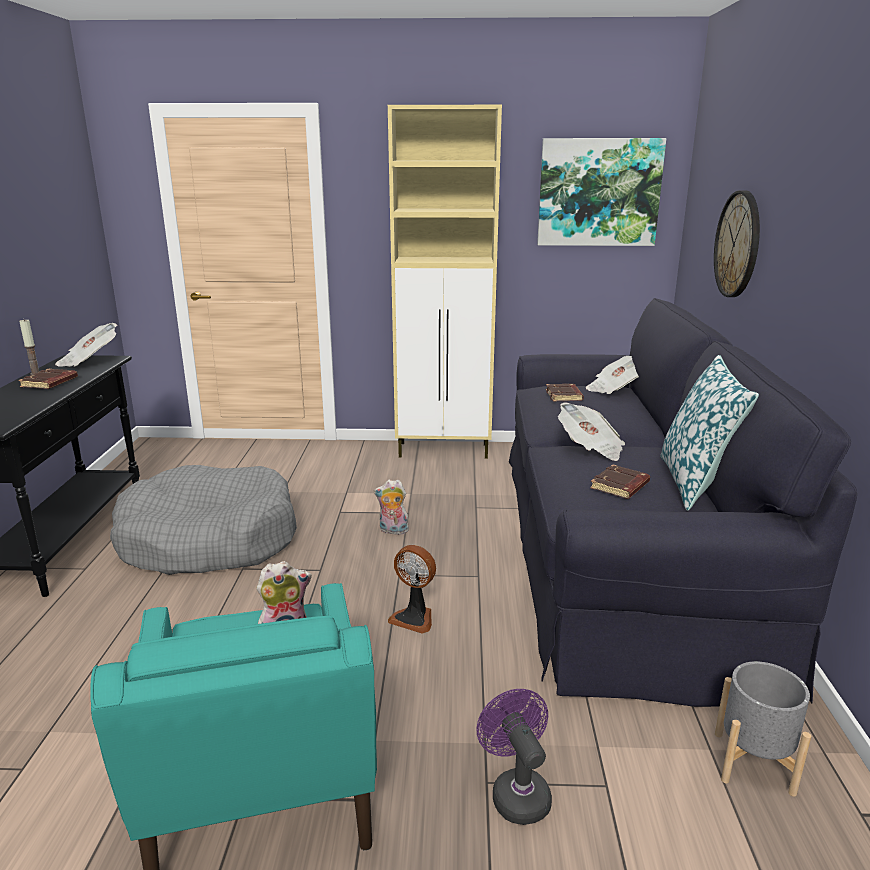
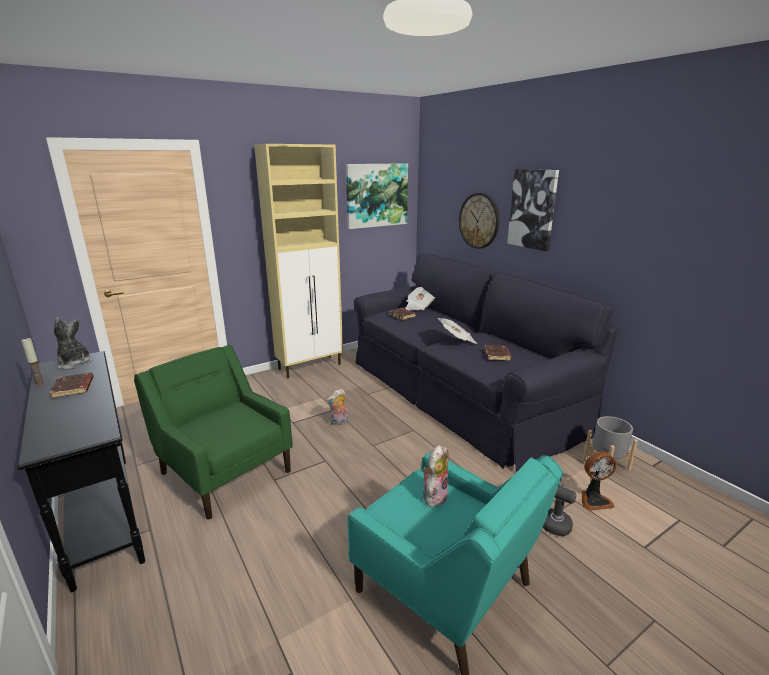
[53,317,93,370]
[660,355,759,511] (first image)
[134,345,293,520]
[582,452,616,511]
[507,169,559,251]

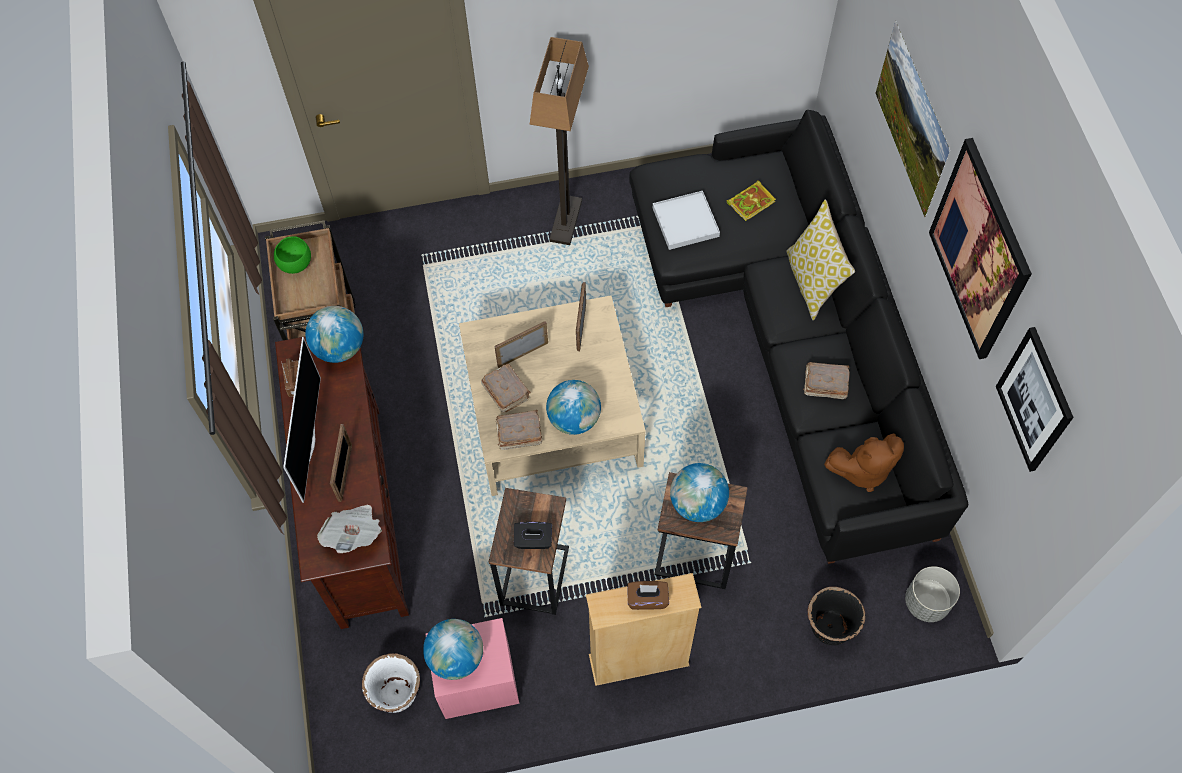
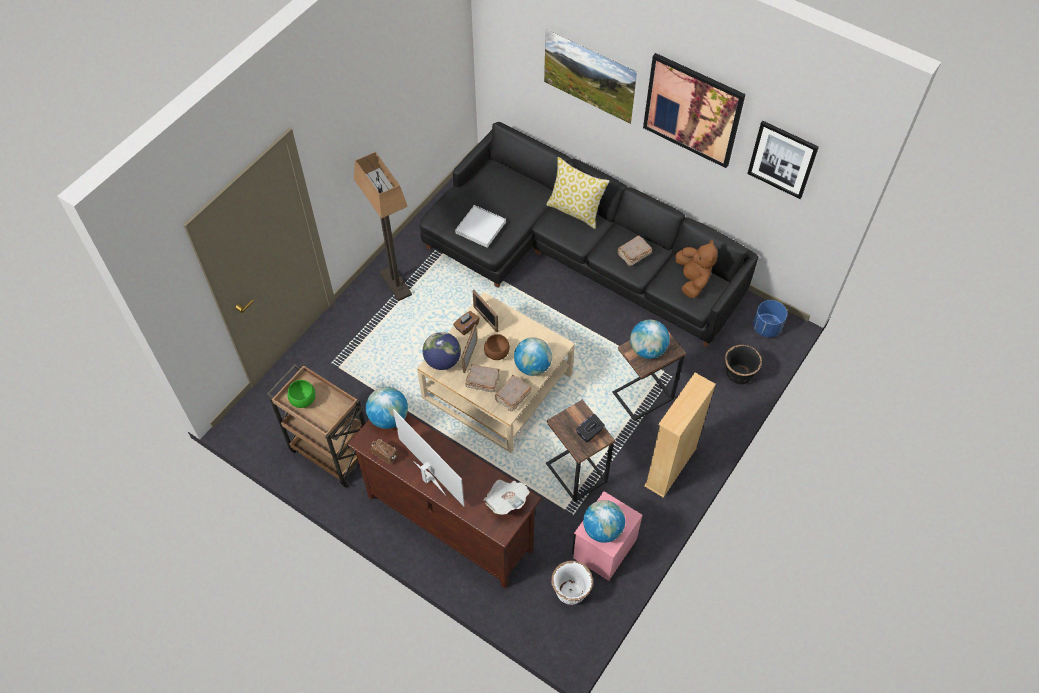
[727,180,776,221] (first image)
[330,424,352,502] (first image)
[675,240,717,298]
[753,300,787,337]
[453,311,480,335]
[423,332,461,370]
[484,334,510,360]

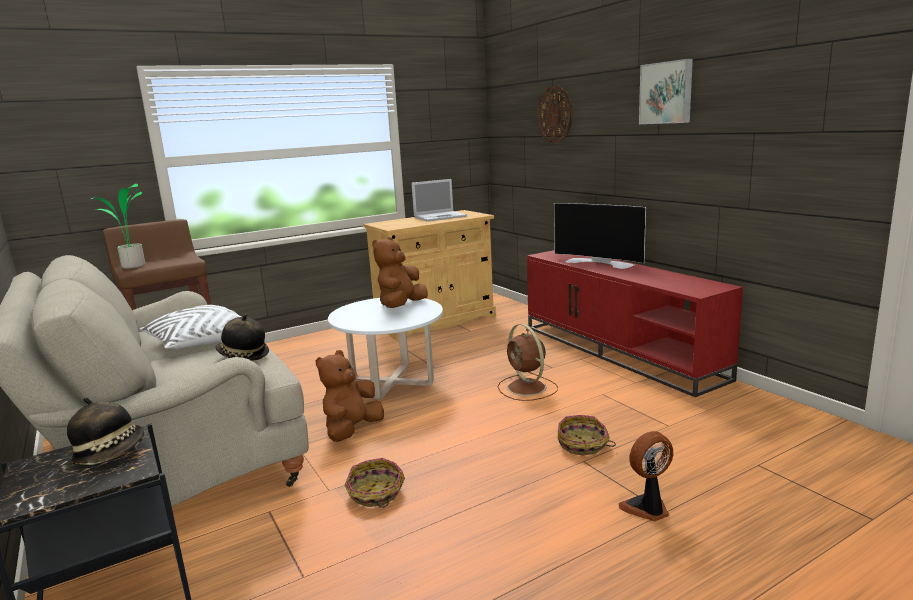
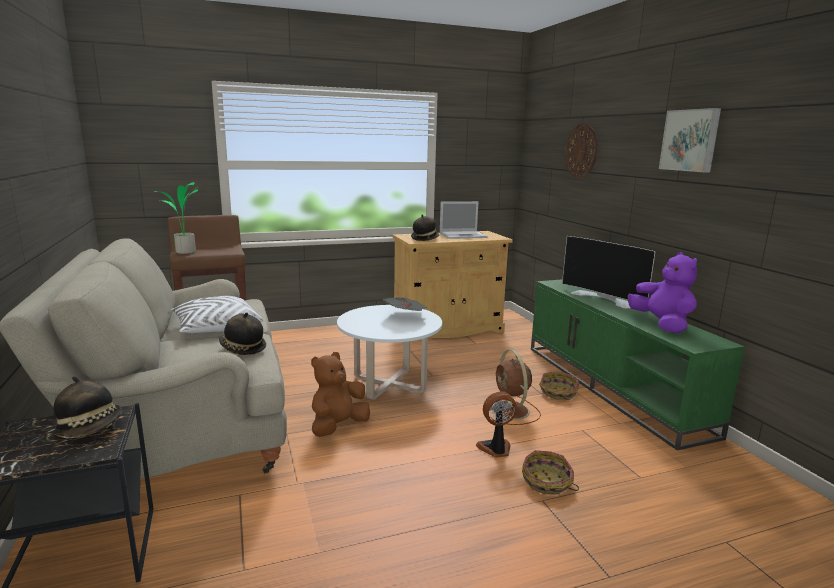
[382,297,427,311]
[531,279,745,450]
[476,391,517,458]
[539,372,579,400]
[411,214,439,241]
[628,252,697,333]

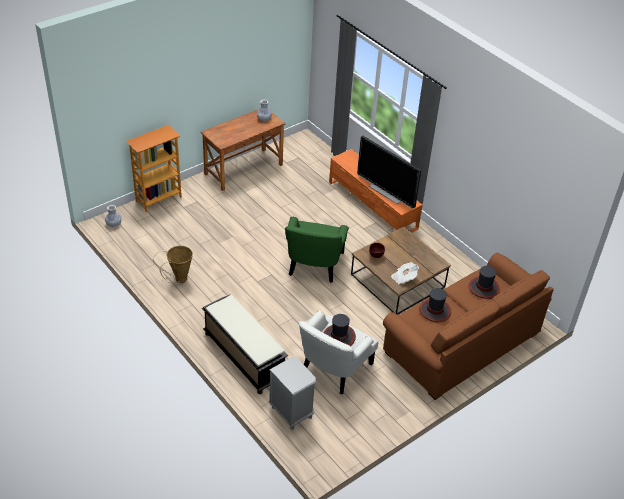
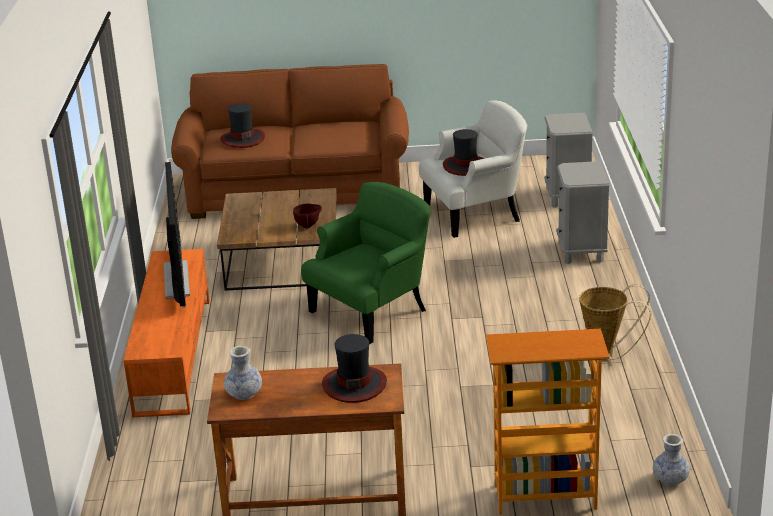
[391,262,419,284] (first image)
[322,334,387,403]
[556,161,609,264]

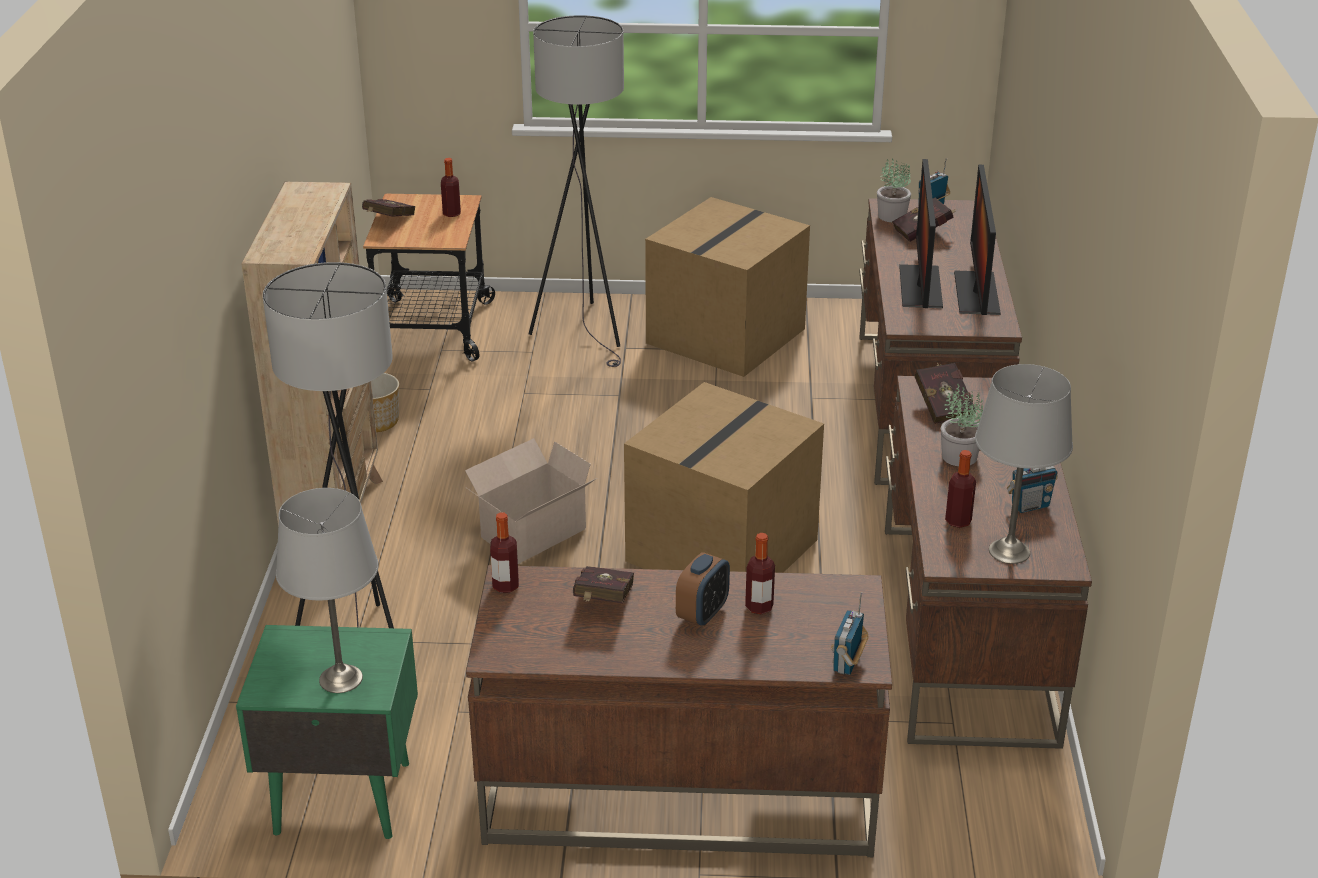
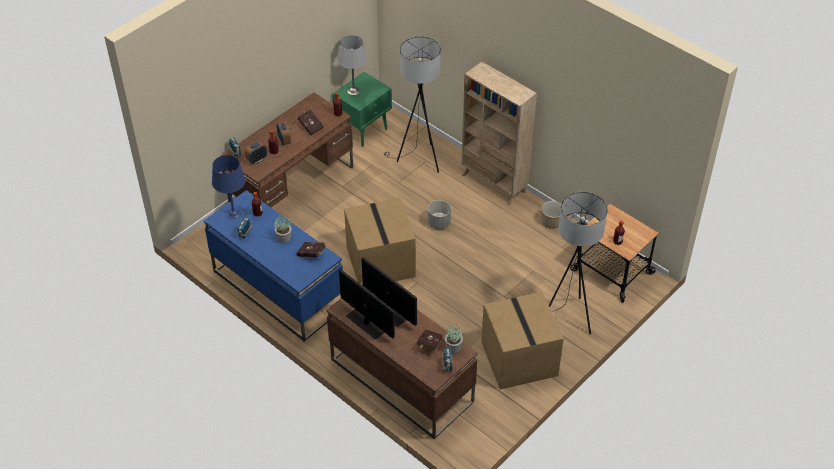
[362,199,416,216] (first image)
[212,155,246,219]
[204,190,343,341]
[428,200,451,229]
[245,141,267,164]

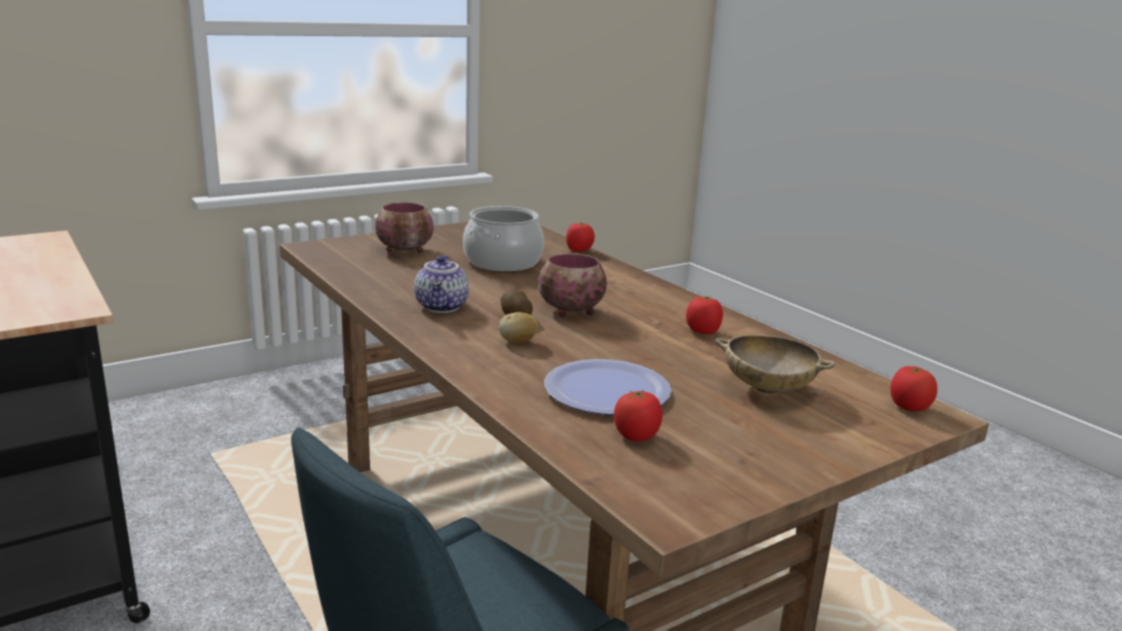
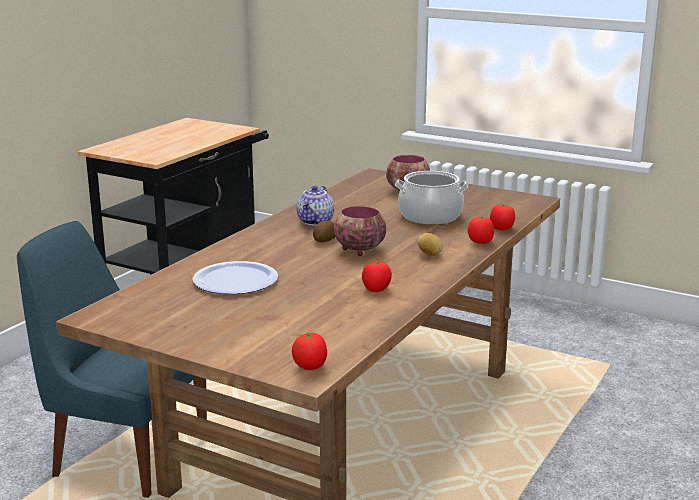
[296,186,334,226]
[417,233,443,256]
[715,335,835,394] (first image)
[468,216,494,244]

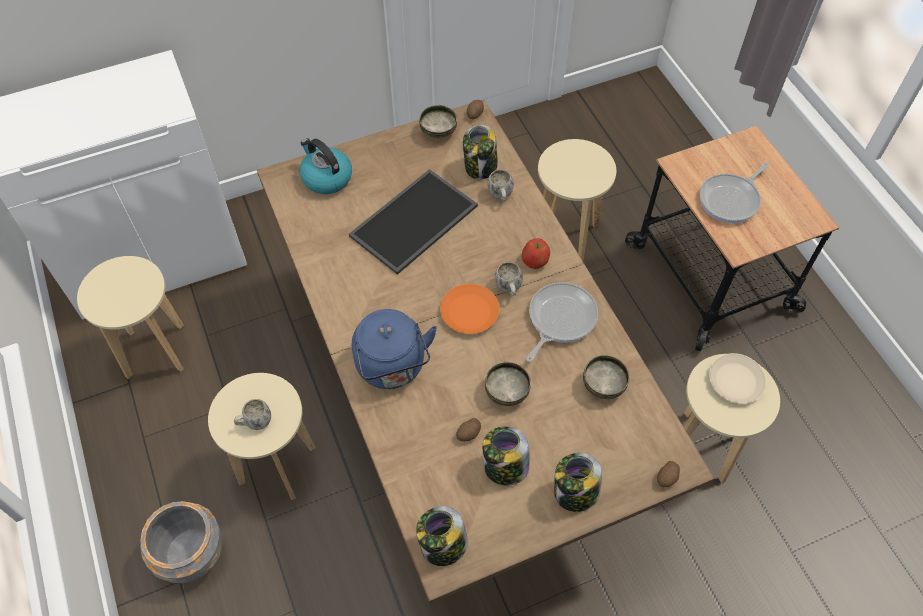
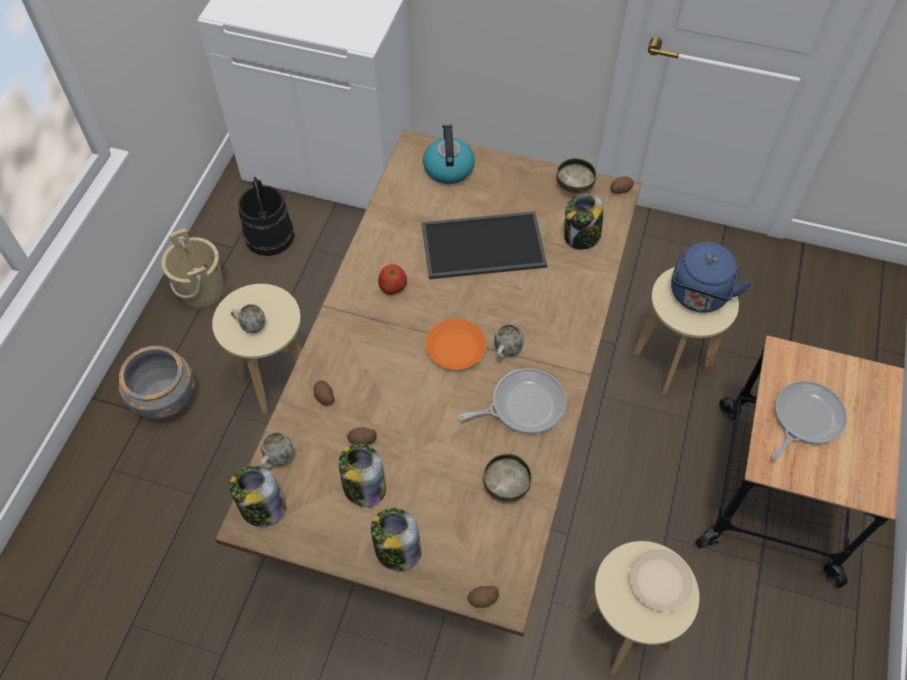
[772,381,847,460]
[260,432,294,469]
[378,264,407,295]
[238,177,295,256]
[671,242,753,313]
[485,362,531,406] (first image)
[161,229,223,308]
[313,380,335,406]

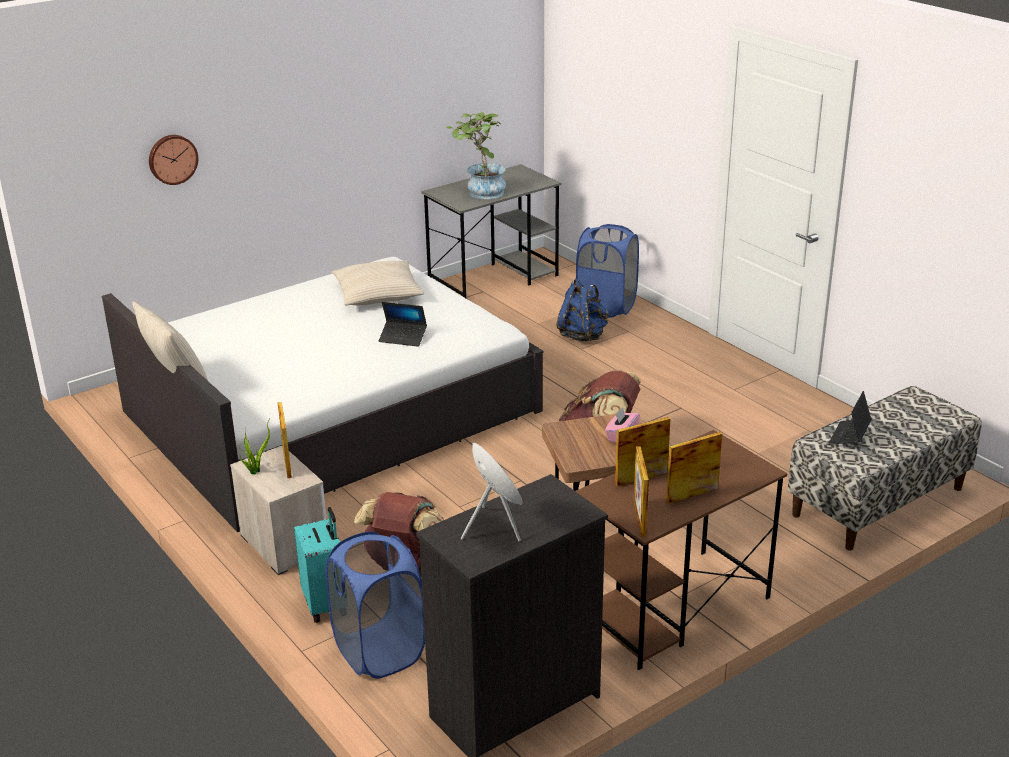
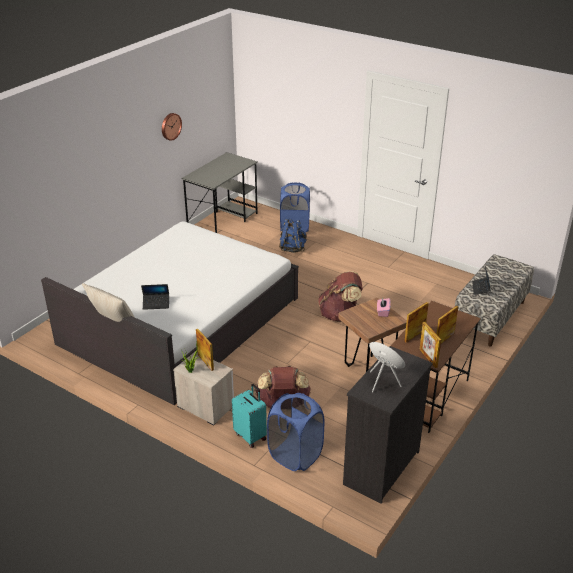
[446,112,506,199] (first image)
[162,113,182,141]
[332,260,424,306] (first image)
[141,284,169,310]

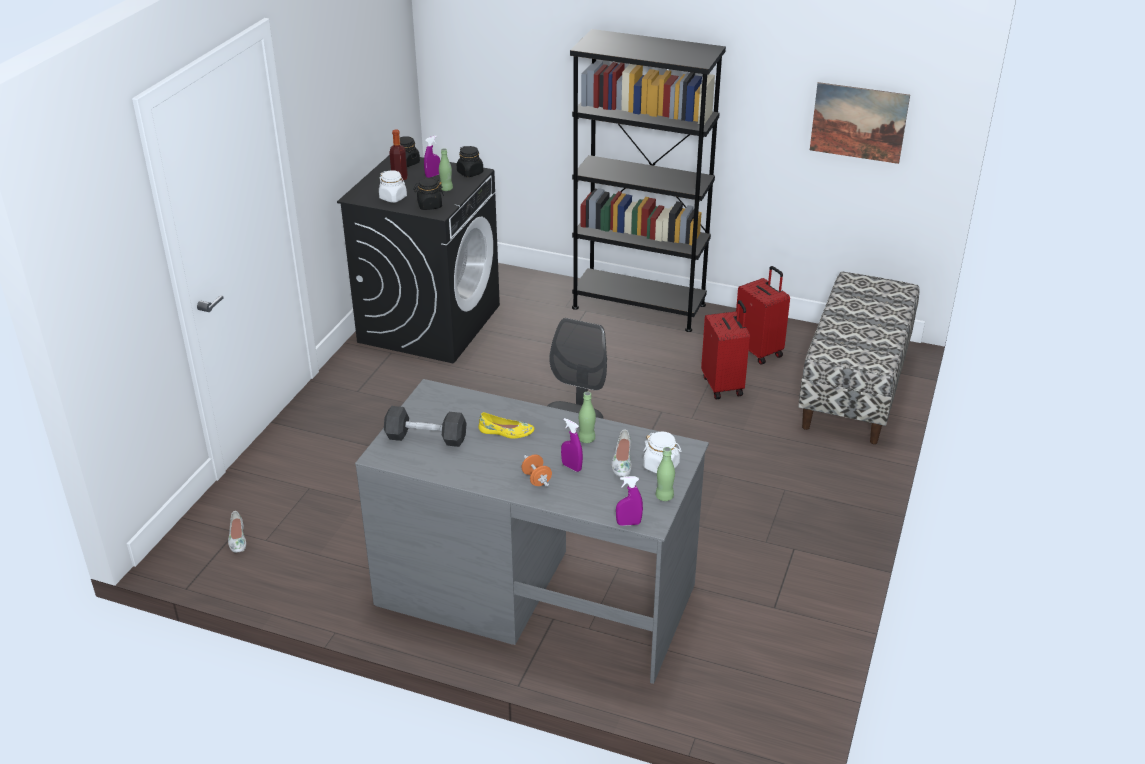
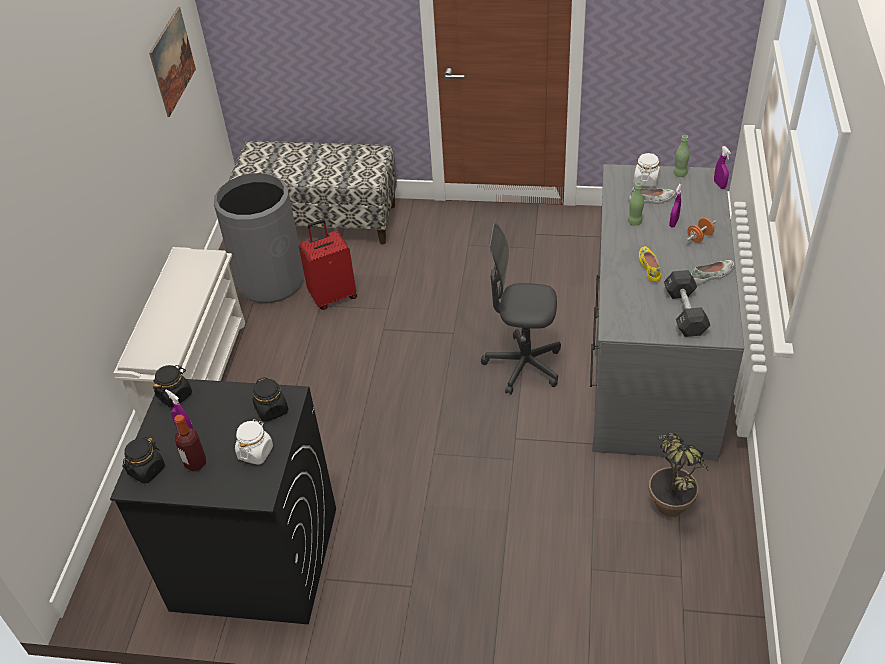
[114,247,245,425]
[439,148,453,191] (first image)
[214,173,305,303]
[691,260,734,284]
[648,433,708,517]

